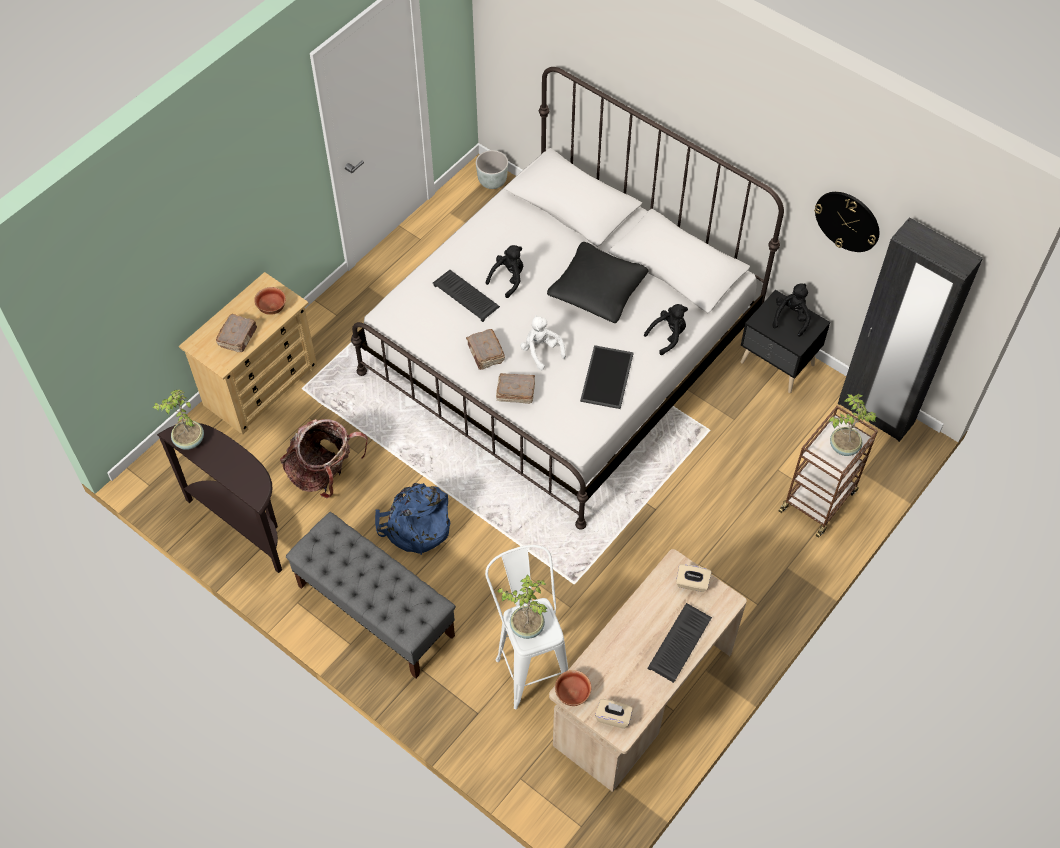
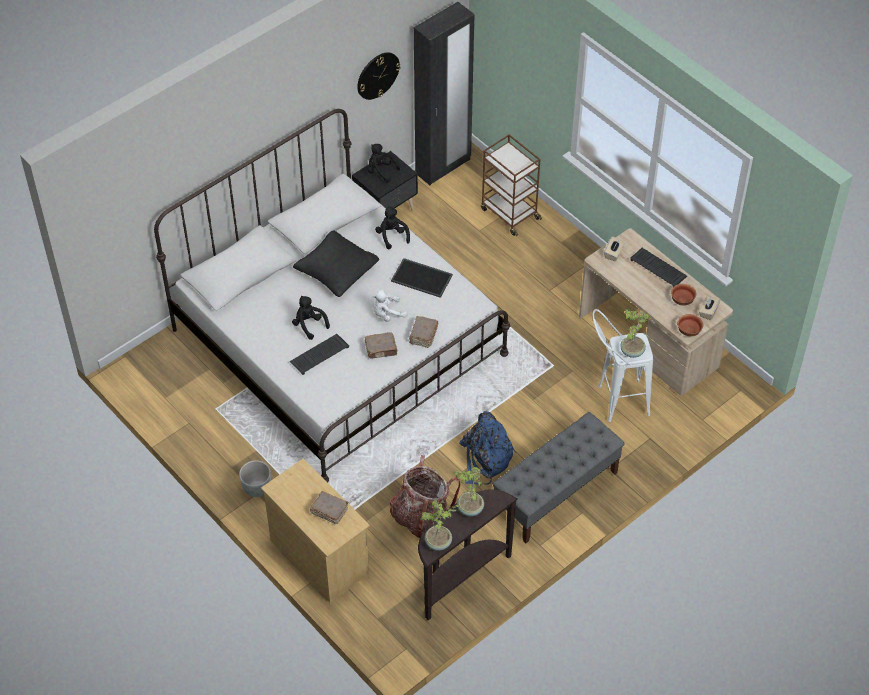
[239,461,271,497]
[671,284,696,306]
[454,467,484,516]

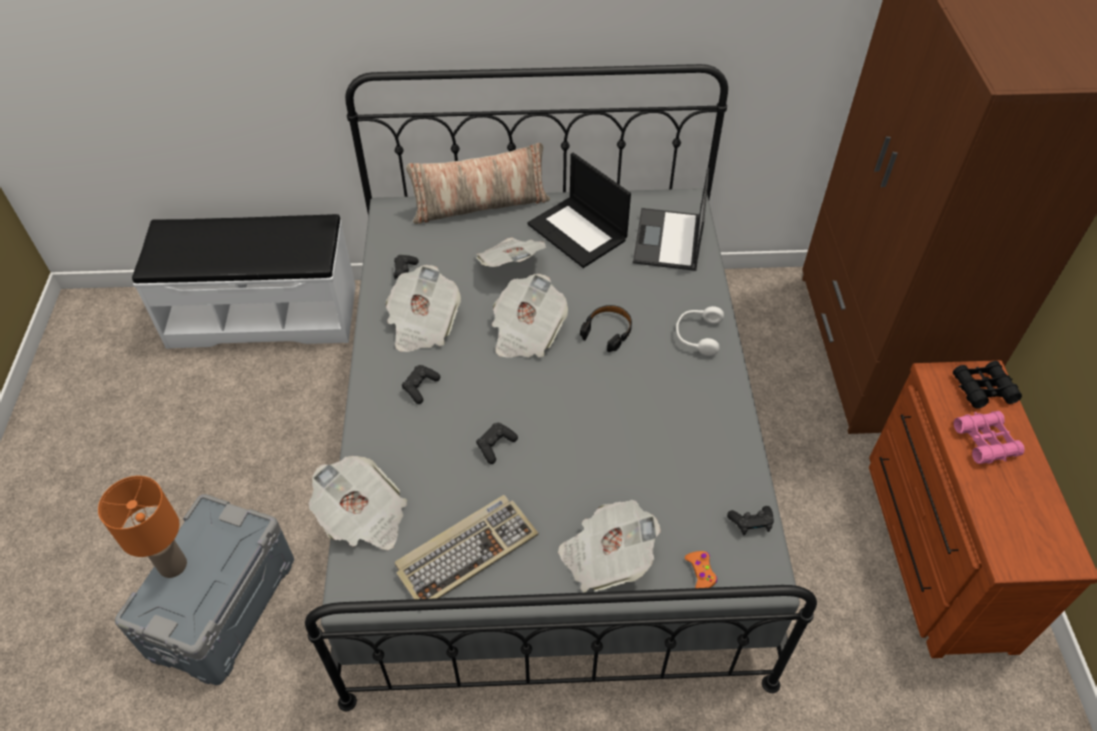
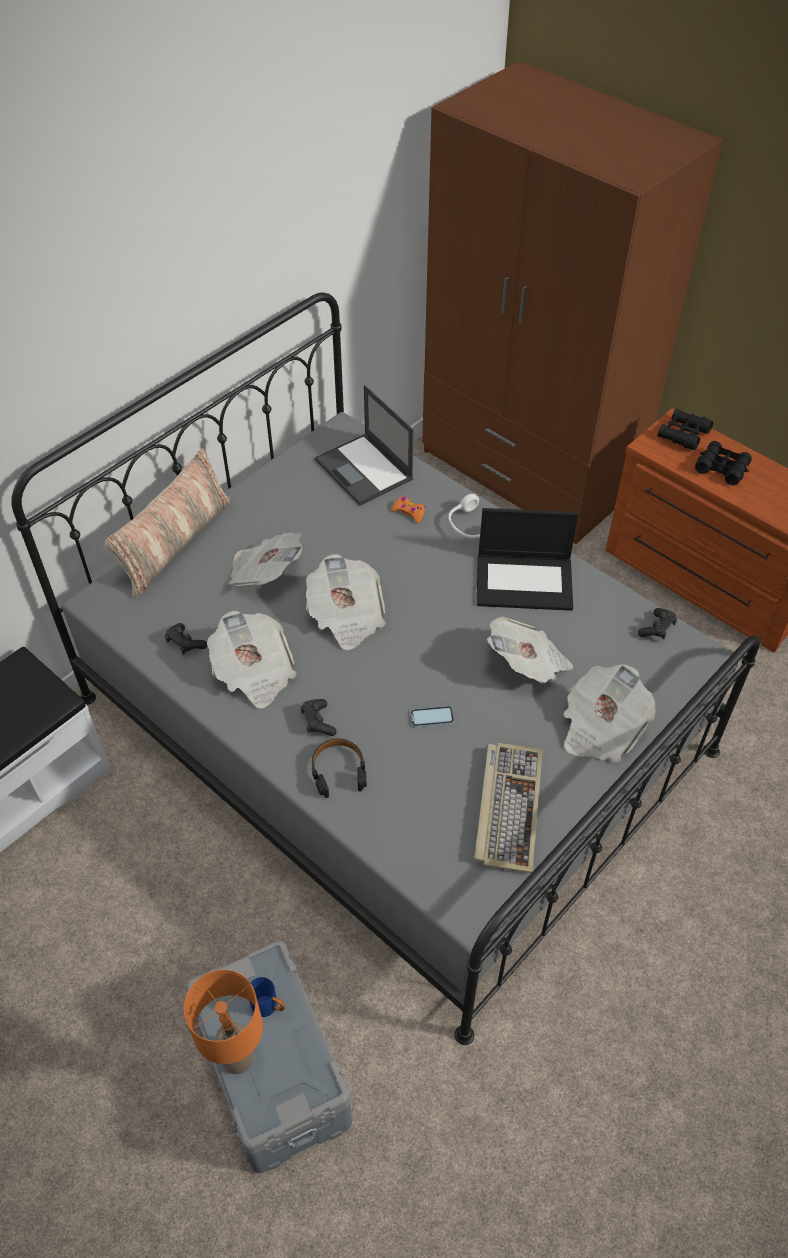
[477,508,578,611]
[312,738,367,798]
[695,441,752,485]
[410,706,454,728]
[487,617,573,683]
[391,496,425,523]
[249,977,285,1017]

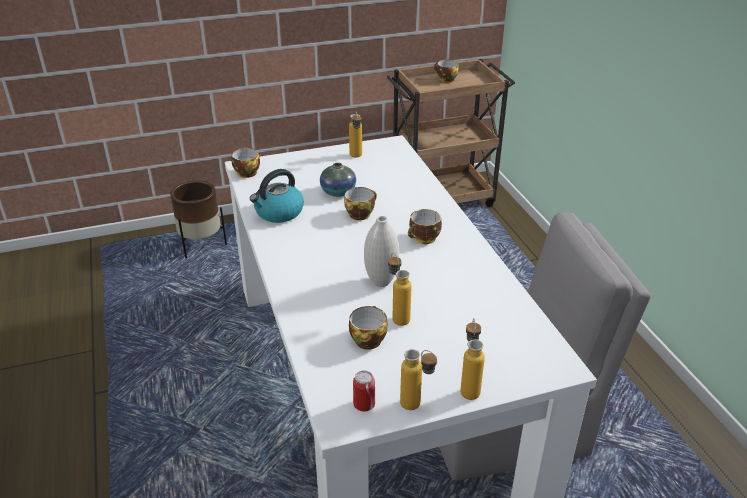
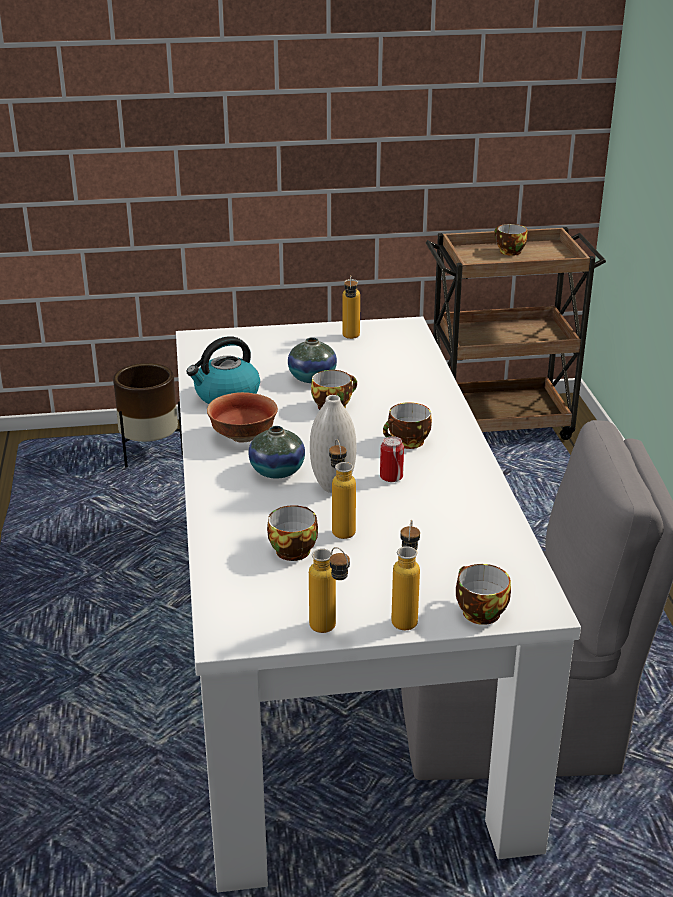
[456,564,511,625]
[380,436,404,482]
[207,392,278,443]
[248,426,305,479]

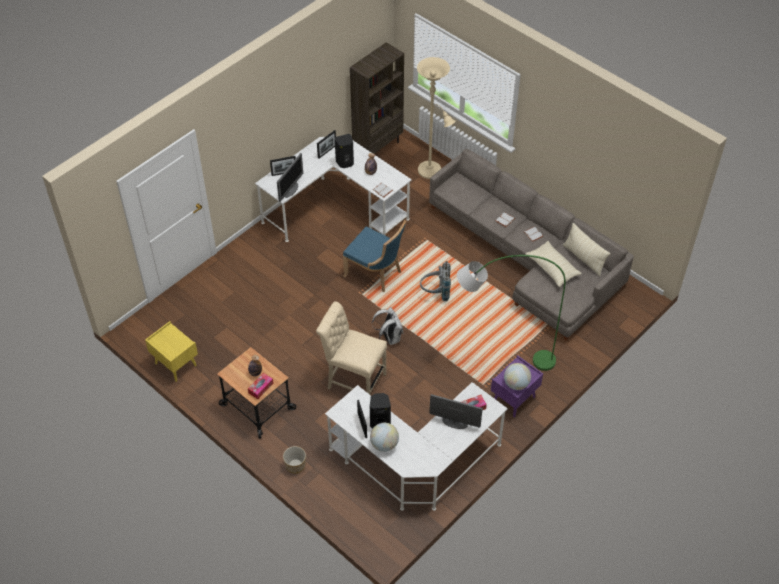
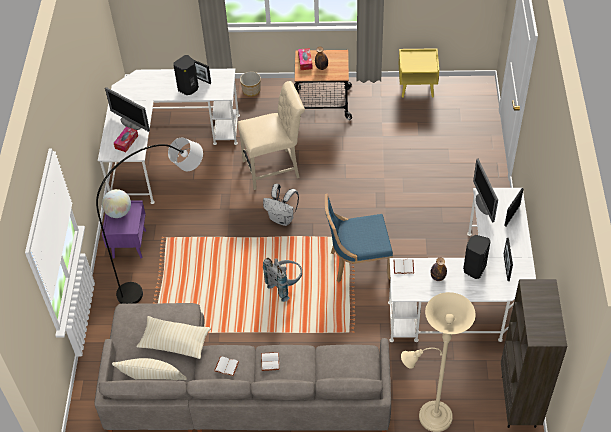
[96,138,203,304]
[105,87,150,132]
[370,423,399,452] (first image)

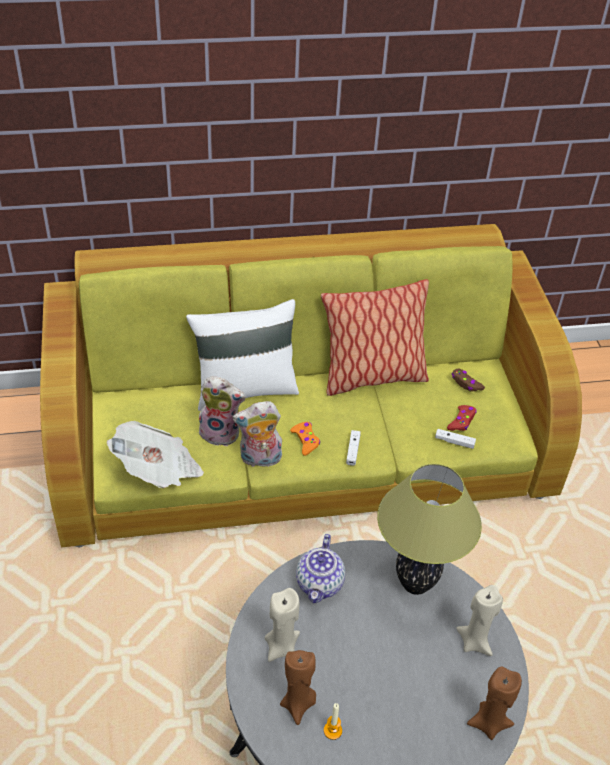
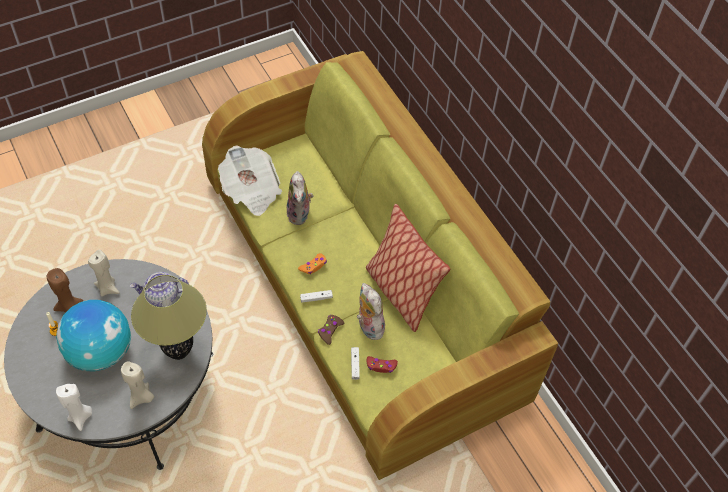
[186,299,299,411] (first image)
[318,315,344,345]
[357,283,386,340]
[56,384,92,431]
[56,300,131,371]

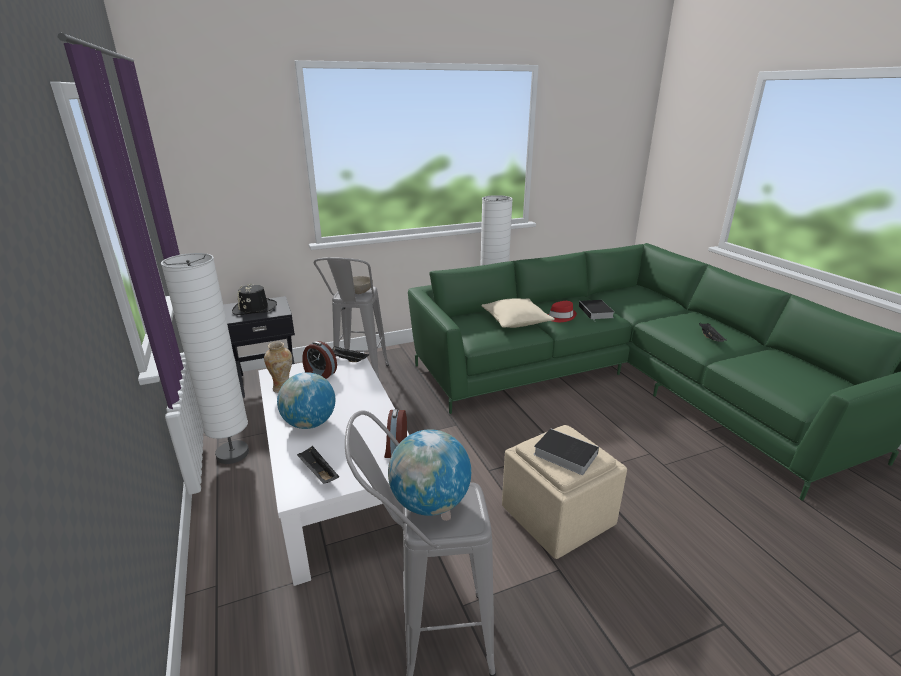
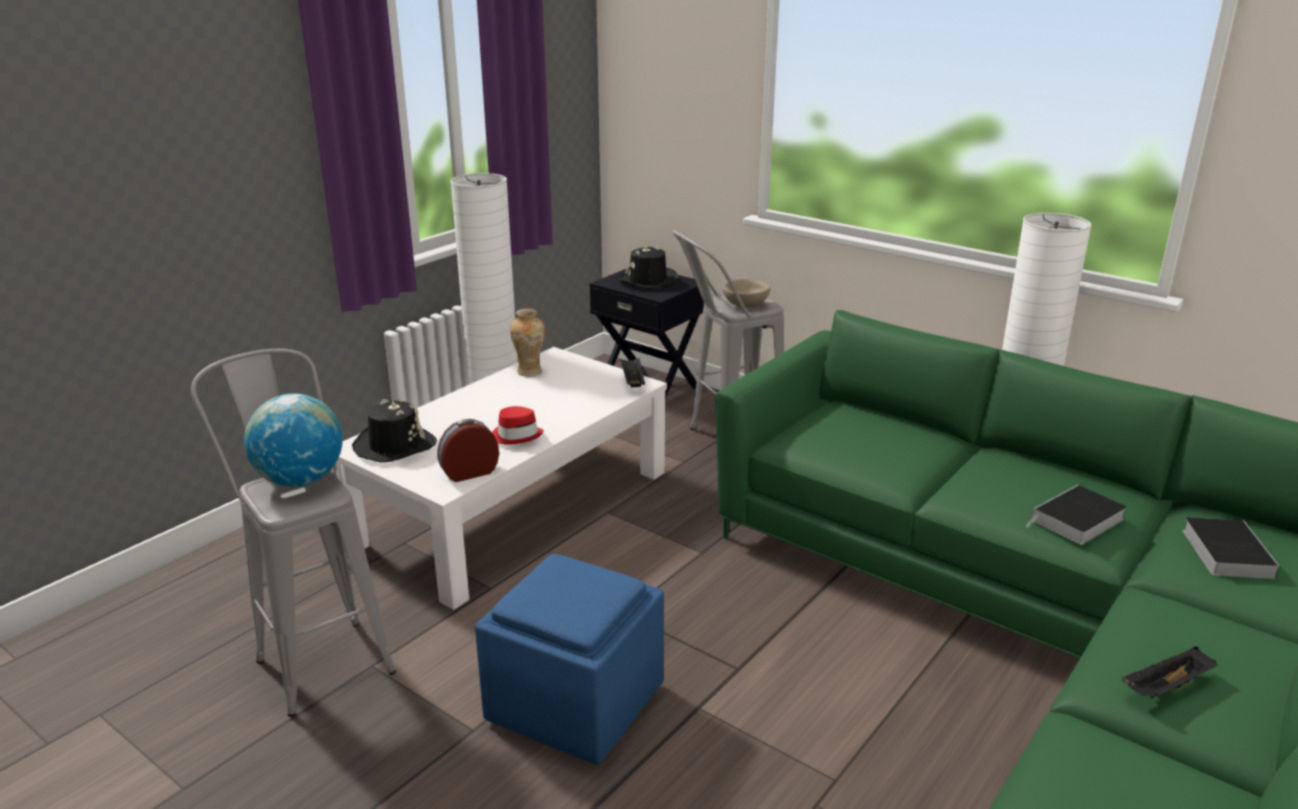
[481,298,555,328] (first image)
[492,406,544,445]
[302,341,337,379] (first image)
[277,372,335,429] (first image)
[475,554,664,765]
[1182,517,1280,579]
[352,398,437,462]

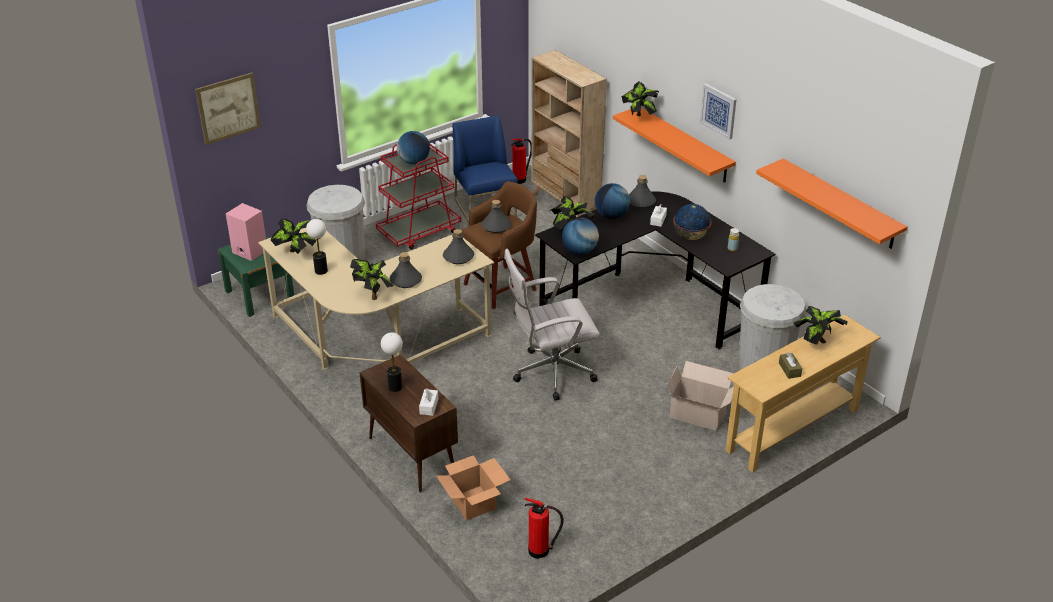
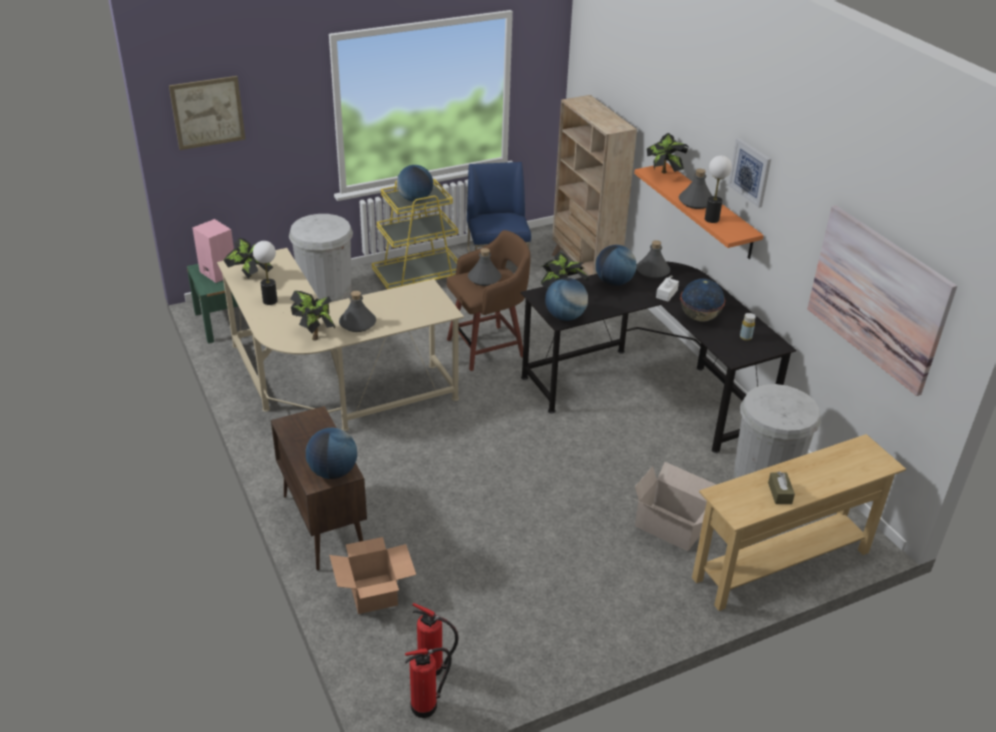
[405,647,452,718]
[372,179,458,289]
[807,205,957,396]
[679,169,712,209]
[504,249,600,401] (first image)
[793,306,848,345] (first image)
[705,155,732,223]
[306,428,357,479]

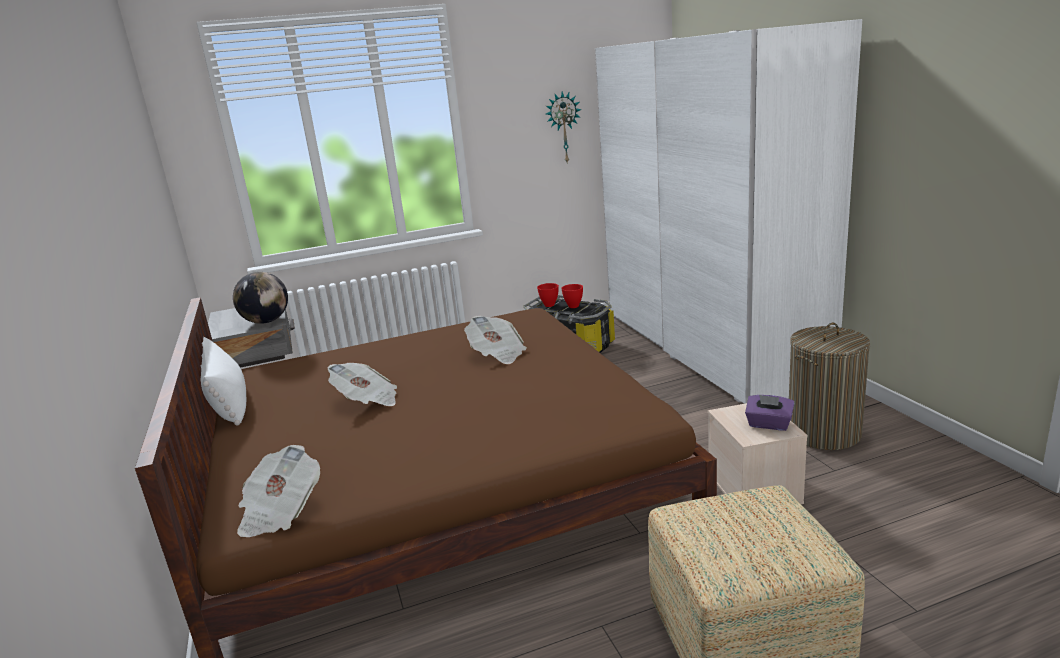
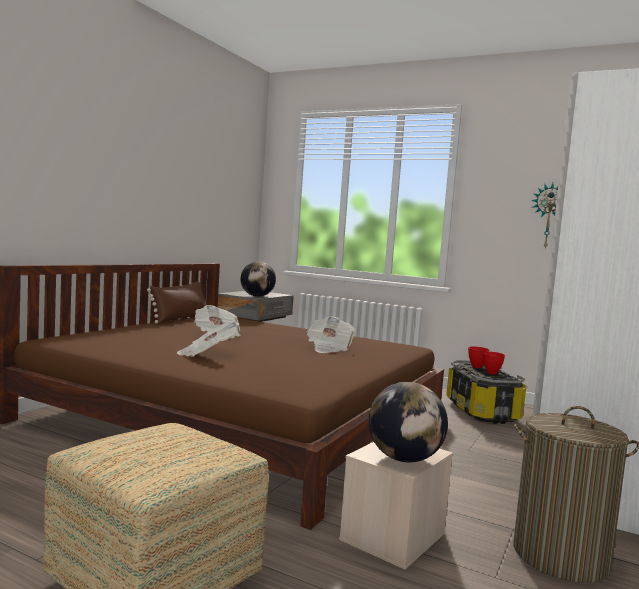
[147,281,206,324]
[368,382,448,462]
[177,322,239,357]

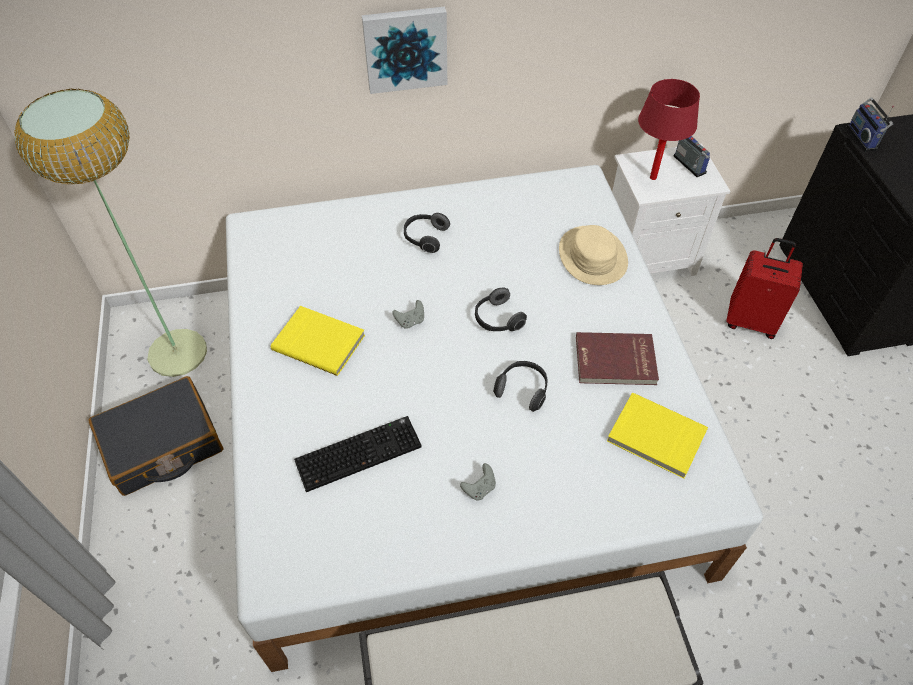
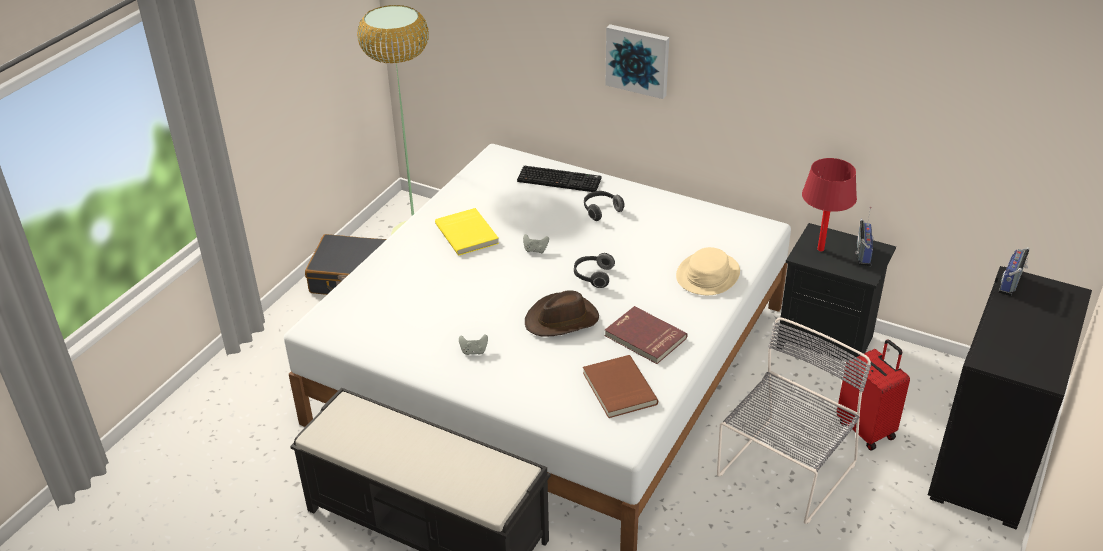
[776,223,896,361]
[525,290,599,337]
[583,355,658,418]
[517,166,601,192]
[717,317,871,524]

